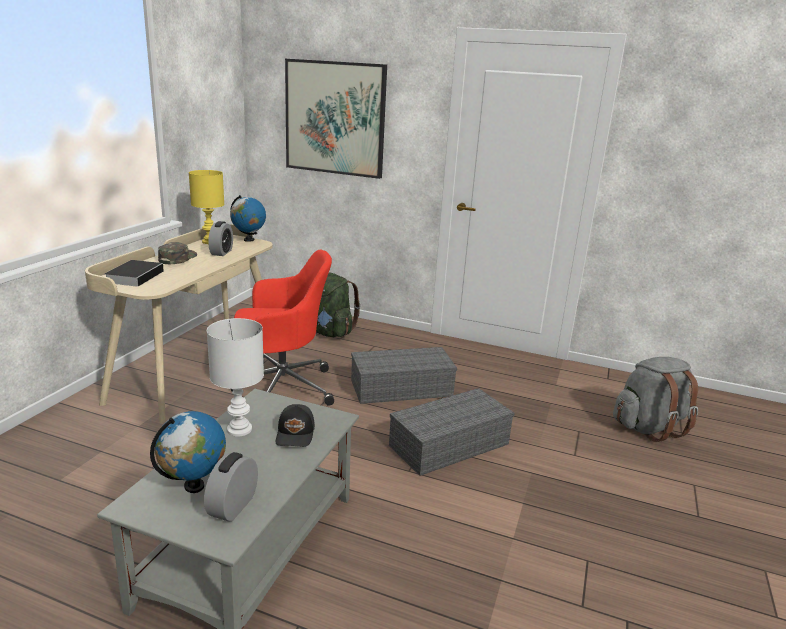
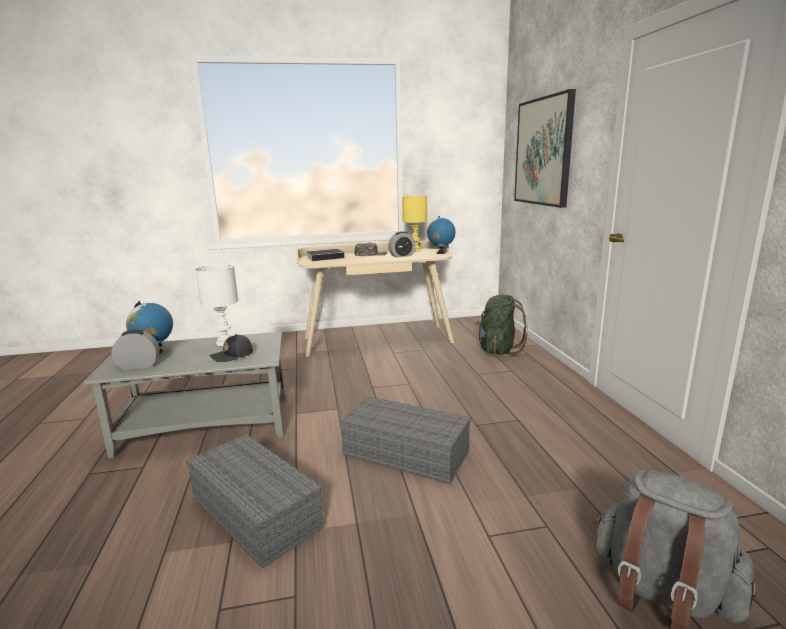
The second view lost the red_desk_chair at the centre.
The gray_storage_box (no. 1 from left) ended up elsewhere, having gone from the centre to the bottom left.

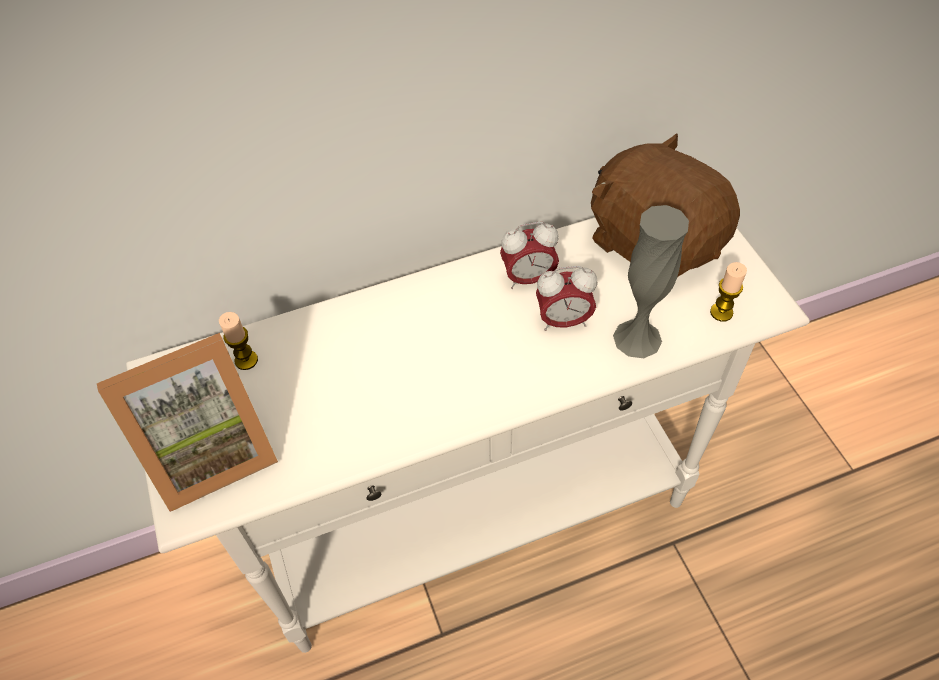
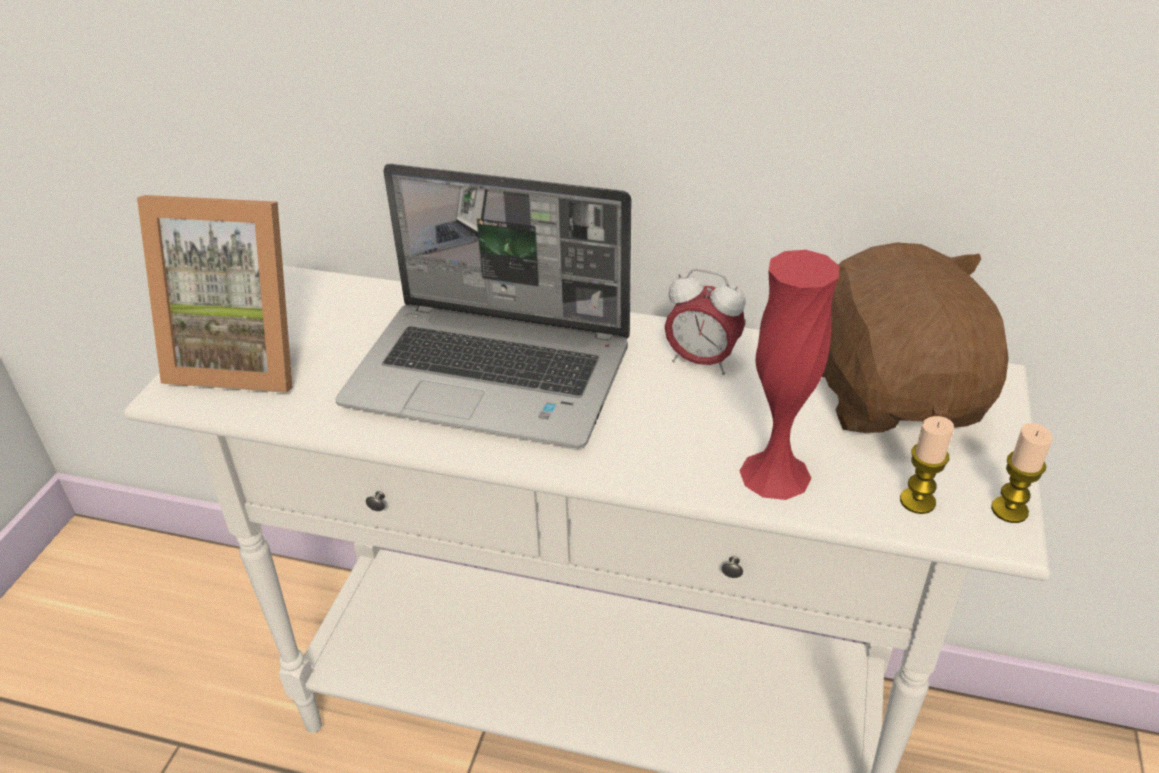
The wax_light (no. 1 from left in the first image) ended up elsewhere, having gone from the middle left to the middle right.
The second view lost the bedside_clock (no. 2 from left) at the centre.
What was the gray_flower_vase at the middle right turned into the red_flower_vase at the middle right.
The second view gained the notebook_computer at the centre.

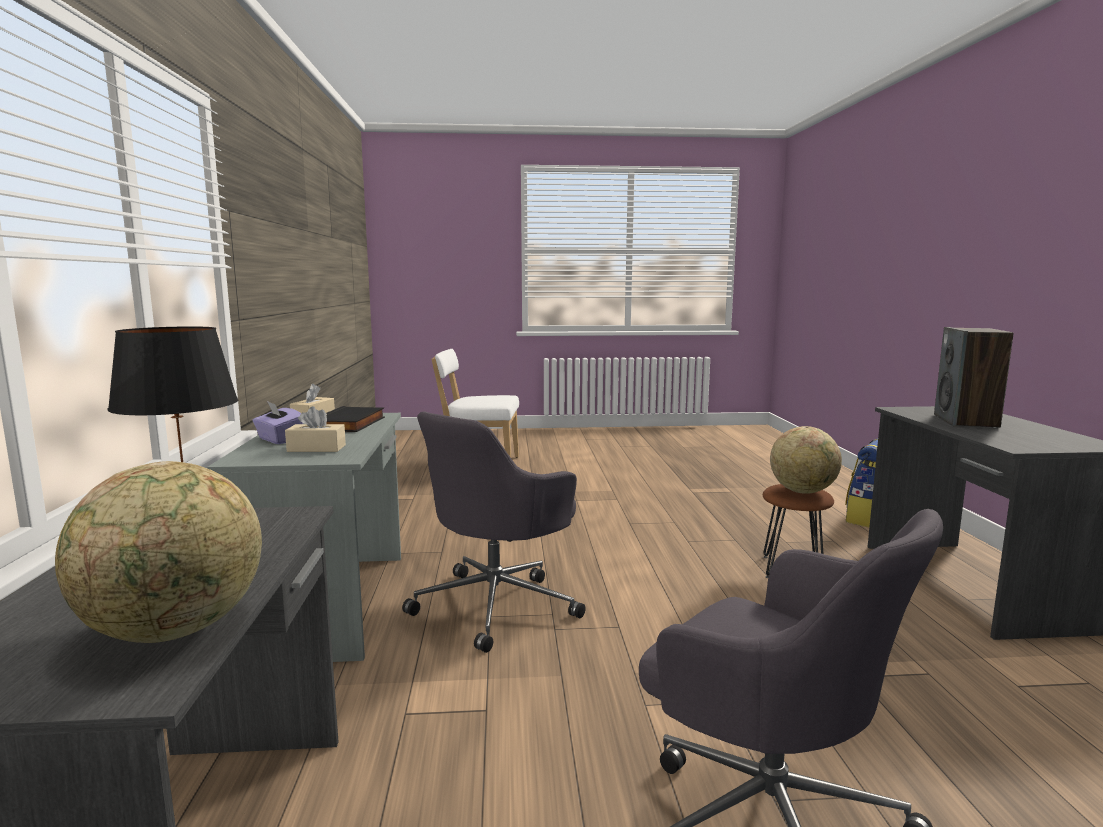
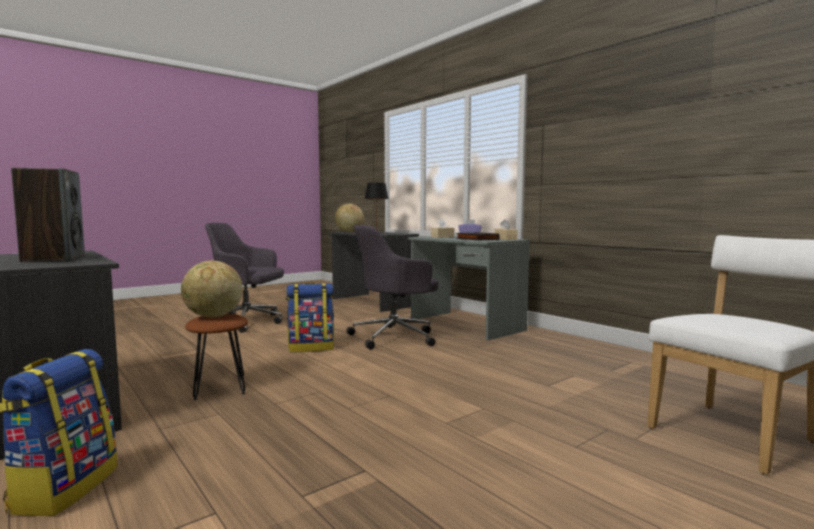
The gray_desk_chair (no. 1 from left in the first image) at the centre ended up facing another way, 120 degrees counterclockwise from before.
The second view gained the backpack (no. 2 from left) at the centre.

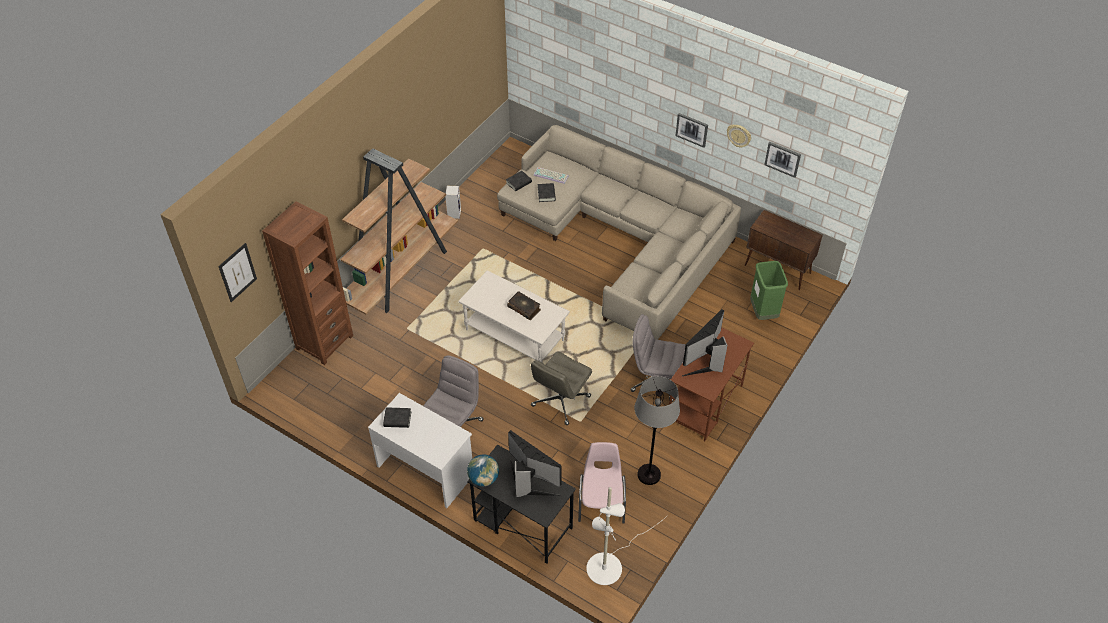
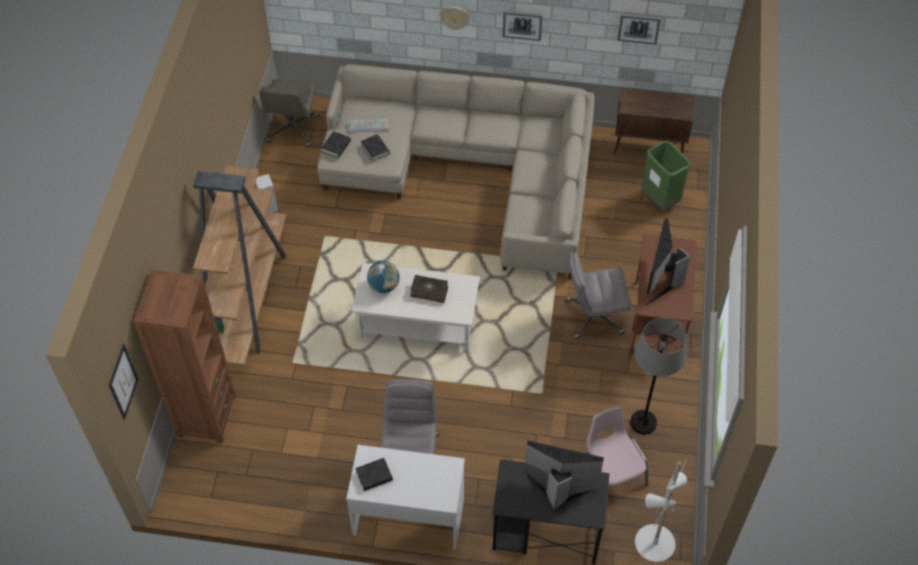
The world_globe ended up elsewhere, having gone from the bottom centre to the centre.
The gray_desk_chair (no. 2 from left in the first image) ended up elsewhere, having gone from the centre to the top left.
The hanging_clock ended up elsewhere, having gone from the top right to the top centre.

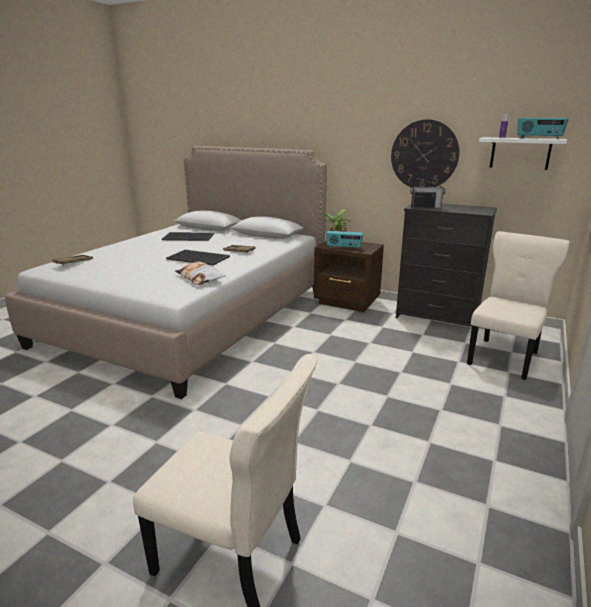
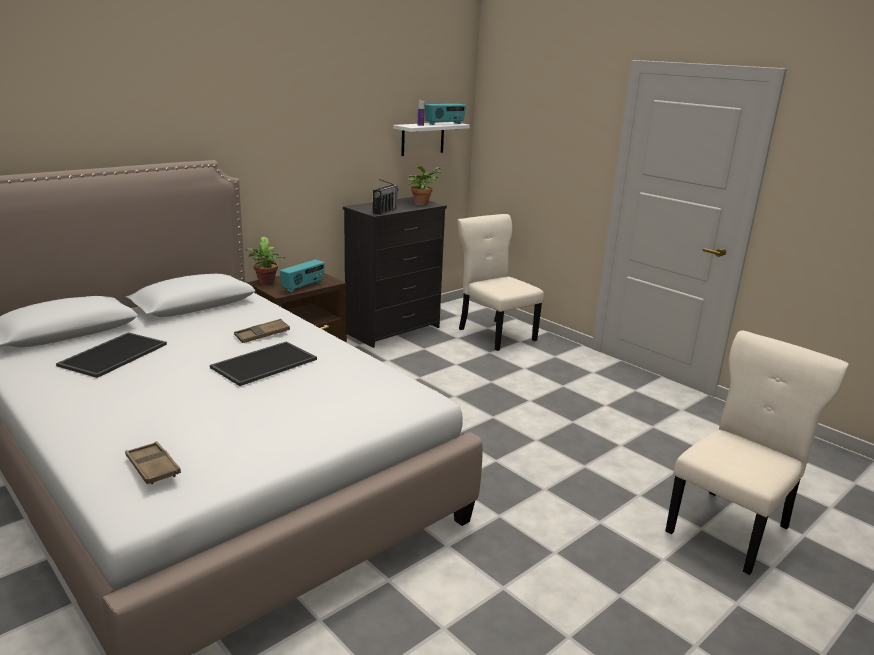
The second view lost the throw_pillow at the centre.
The second view lost the hanging_clock at the top right.
The second view gained the houseplant (no. 2 from left) at the top centre.

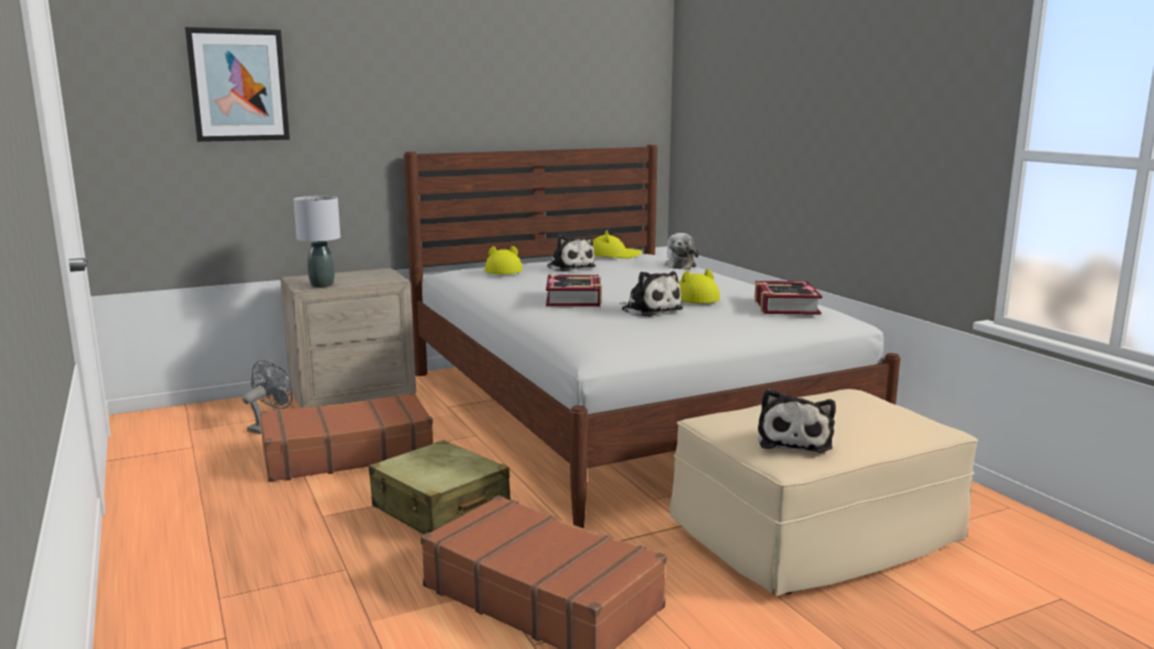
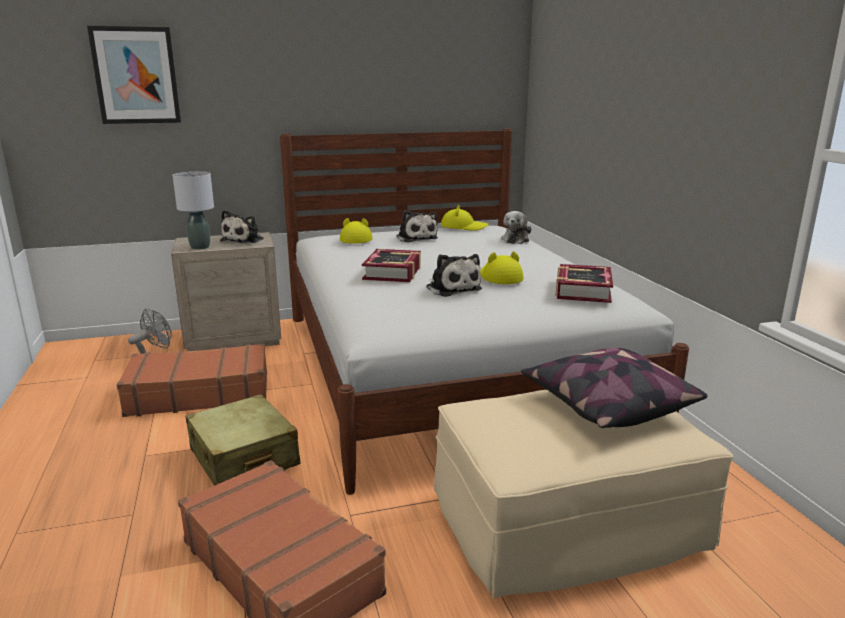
The plush_toy (no. 4 from left in the first image) ended up elsewhere, having gone from the middle right to the middle left.
The second view gained the throw_pillow at the middle right.

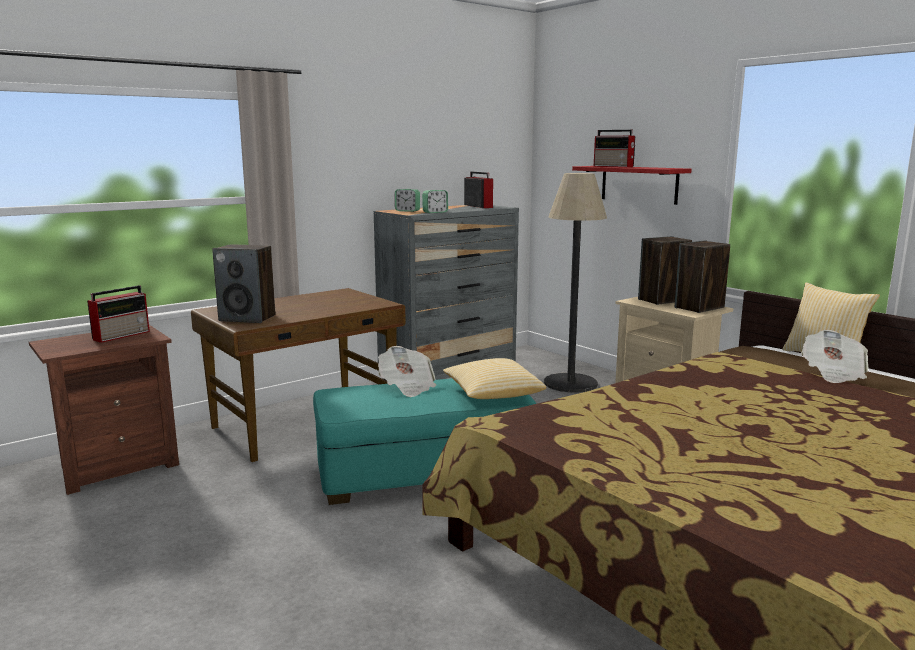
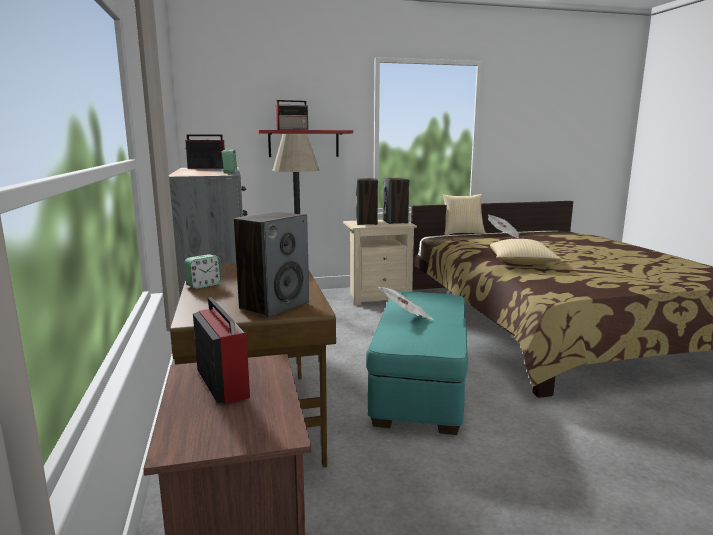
The bedside_clock (no. 1 from left) ended up elsewhere, having gone from the top centre to the middle left.
The throw_pillow (no. 1 from left in the first image) ended up elsewhere, having gone from the centre to the middle right.

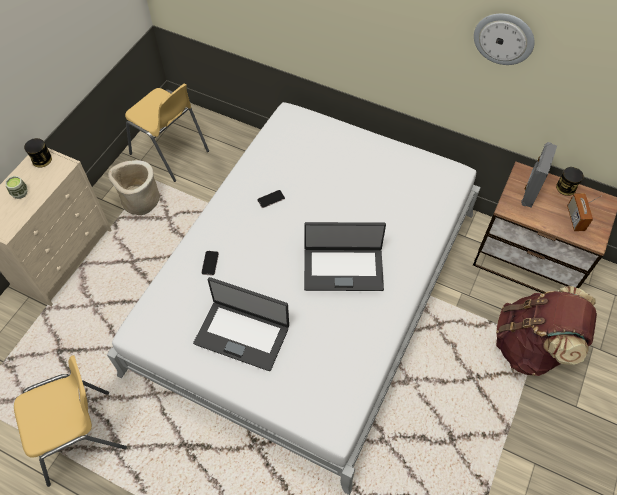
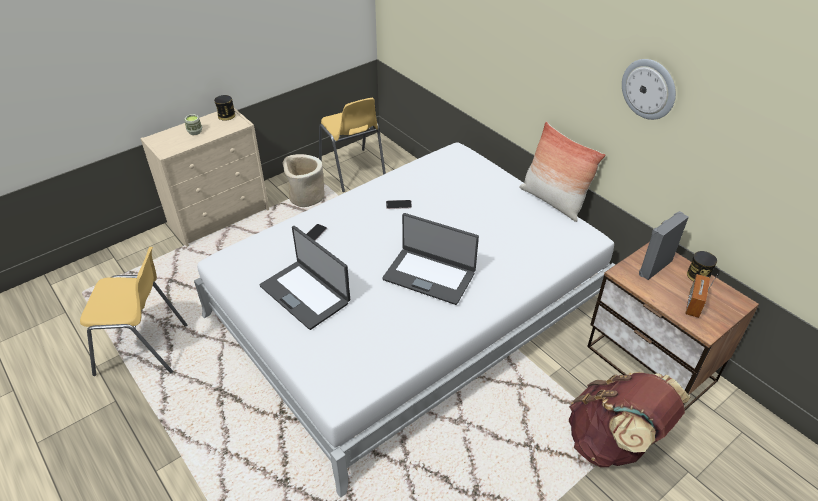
The second view gained the throw_pillow at the middle right.

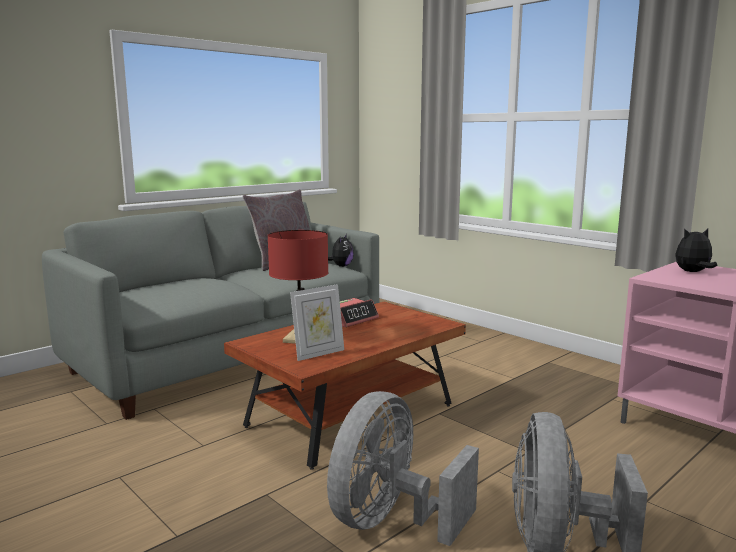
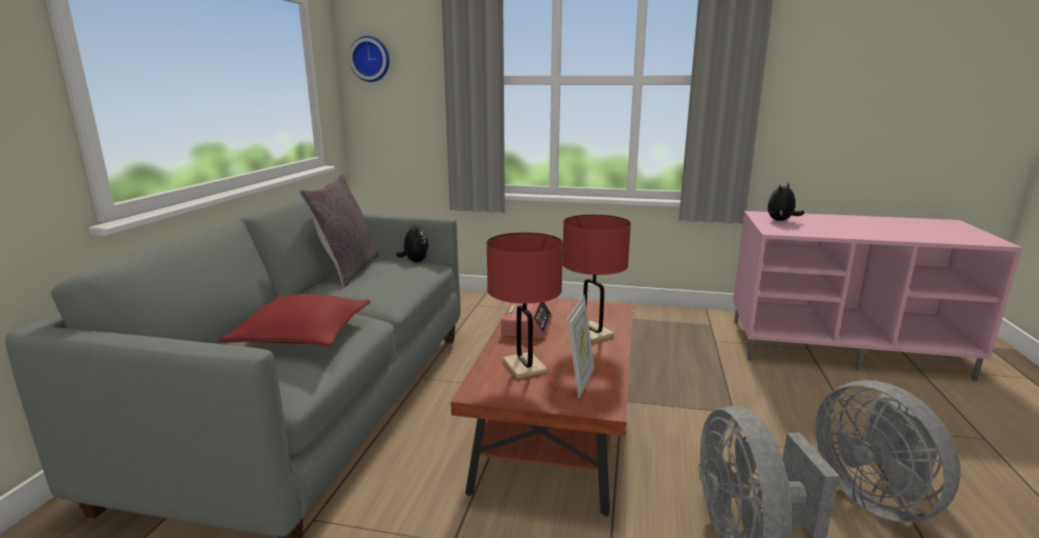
The second view gained the red_throw_pillow at the middle left.
The second view gained the hanging_clock at the top centre.
The second view gained the red_table_lamp (no. 2 from left) at the centre.

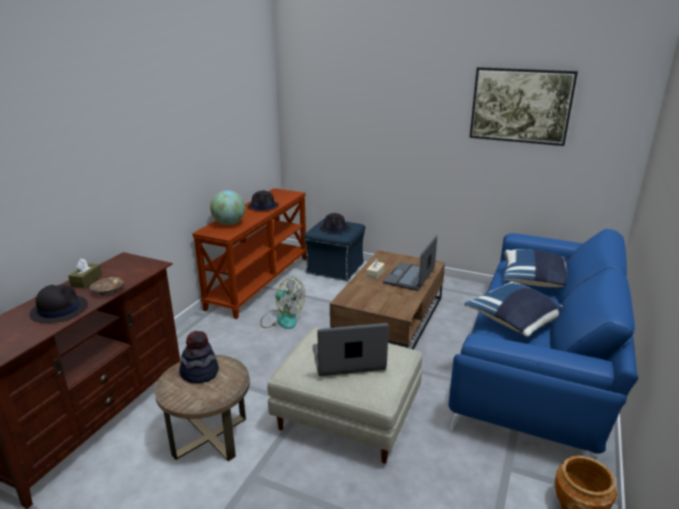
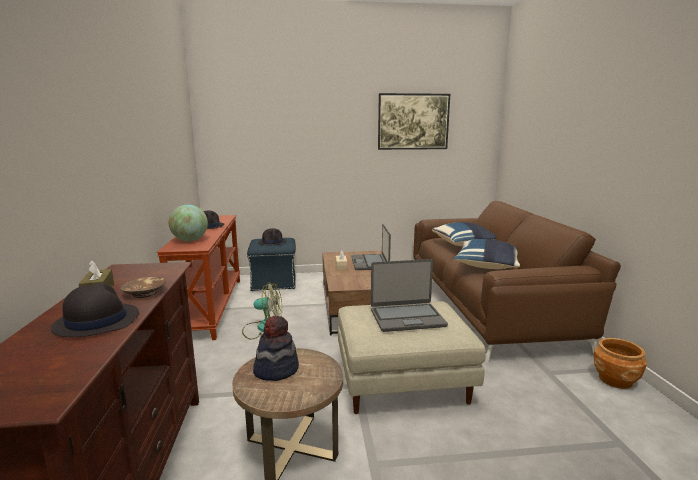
The notebook_computer (no. 1 from left in the first image) at the bottom centre ended up facing another way, 150 degrees counterclockwise from before.
What was the blue-coloured_sofa at the bottom right turned into the brown-coloured_sofa at the middle right.

